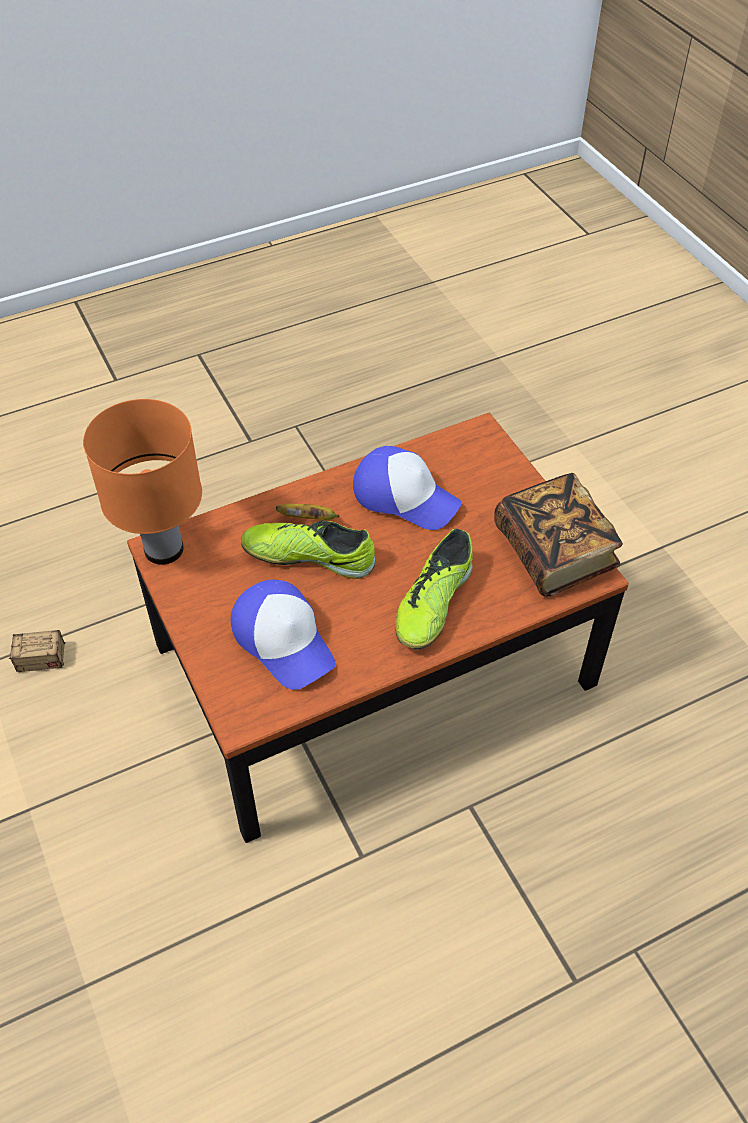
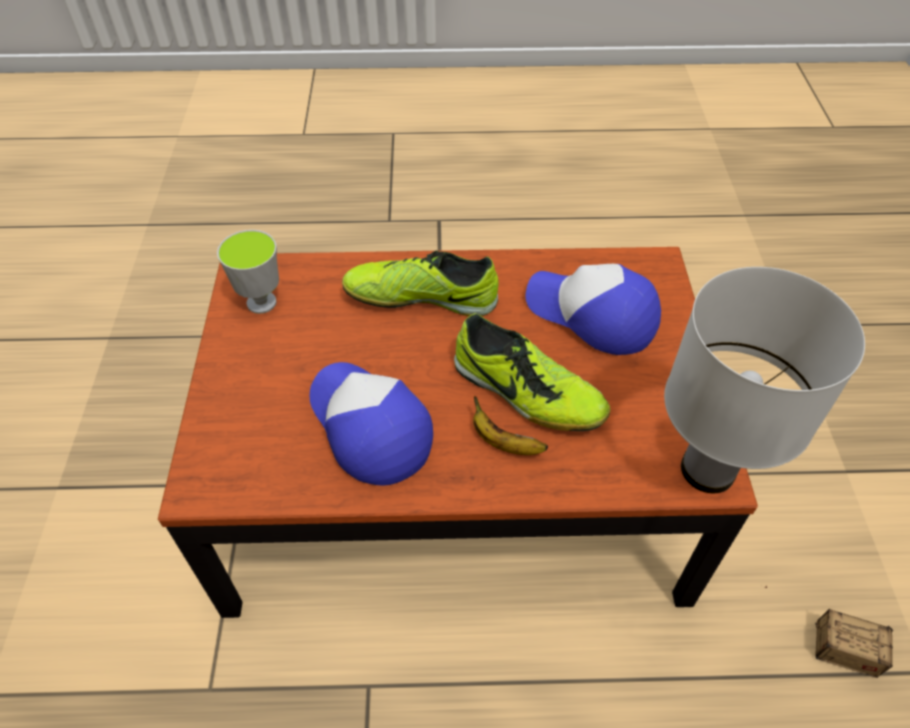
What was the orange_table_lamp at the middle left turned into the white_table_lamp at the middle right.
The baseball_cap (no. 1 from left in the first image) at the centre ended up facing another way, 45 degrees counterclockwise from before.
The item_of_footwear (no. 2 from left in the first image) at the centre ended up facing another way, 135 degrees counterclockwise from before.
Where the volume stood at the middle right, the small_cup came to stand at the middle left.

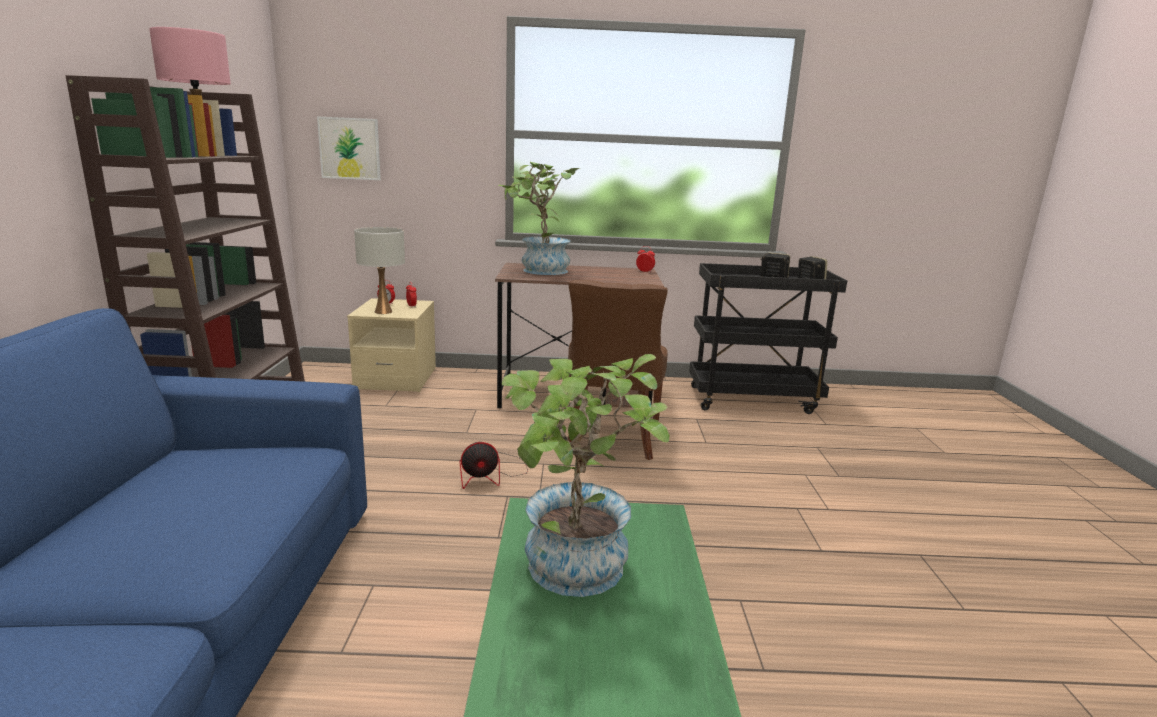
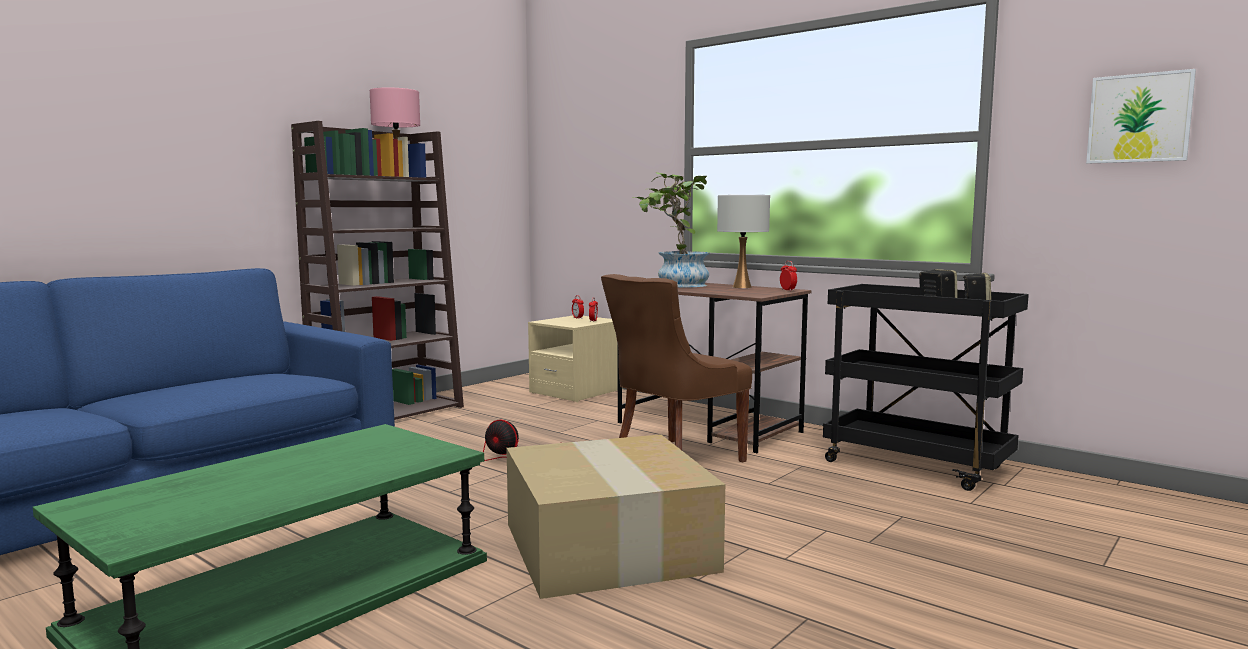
The wall_picture ended up elsewhere, having gone from the top left to the top right.
The white_table_lamp ended up elsewhere, having gone from the middle left to the centre.
The second view lost the houseplant (no. 2 from left) at the centre.
The second view gained the packing_box at the bottom centre.

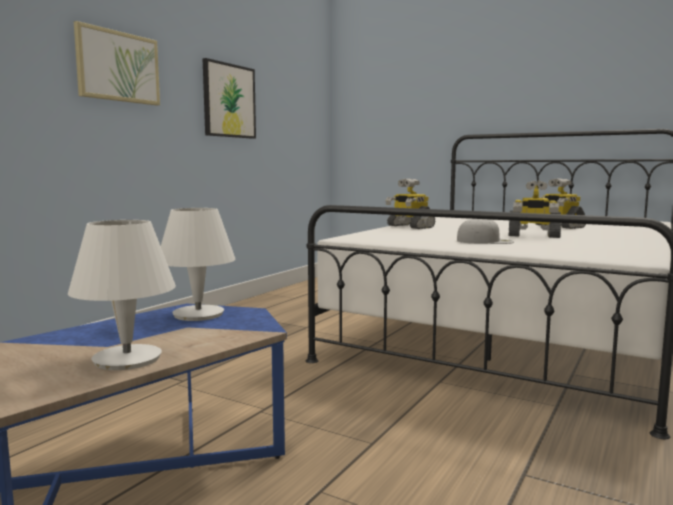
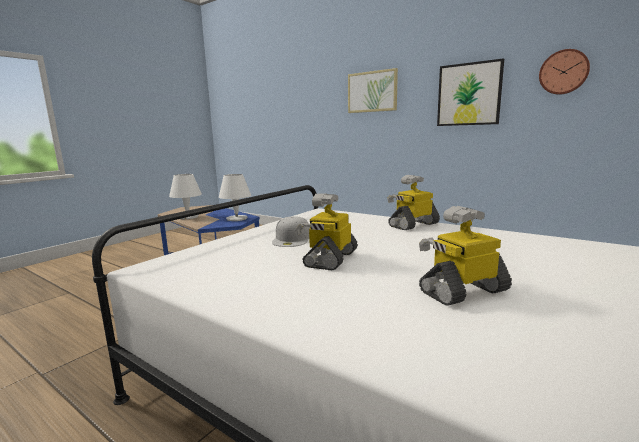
The second view gained the hanging_clock at the top right.

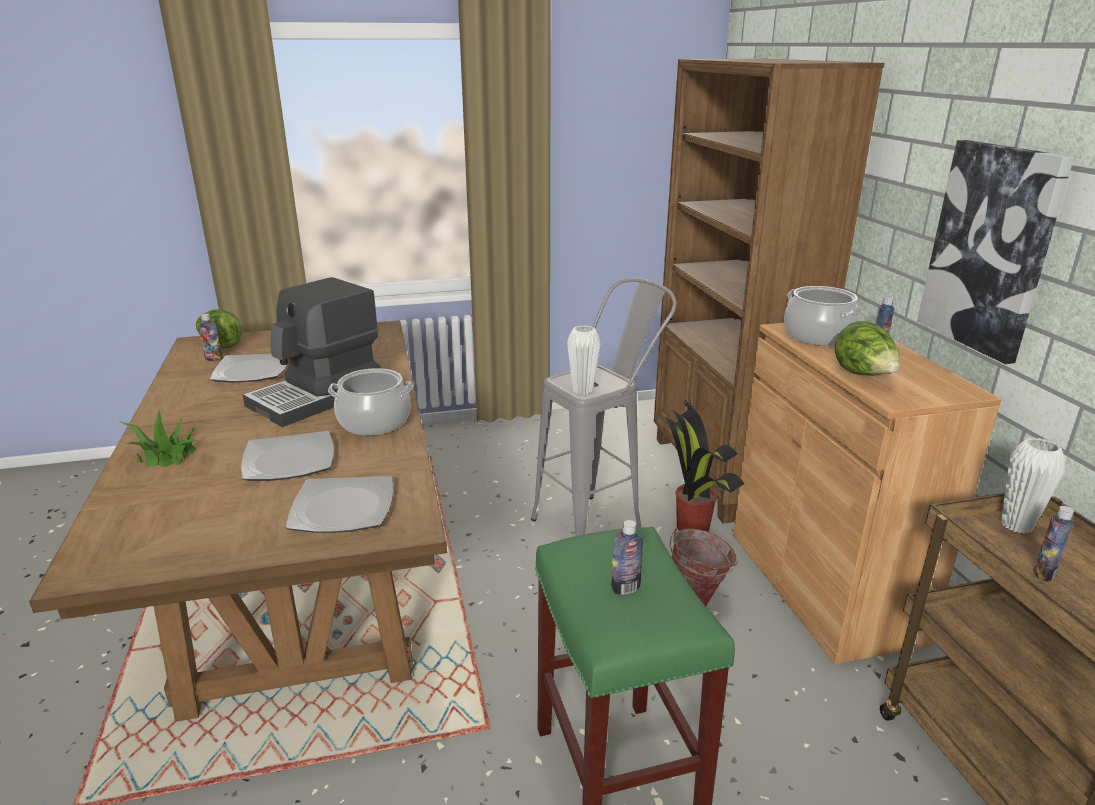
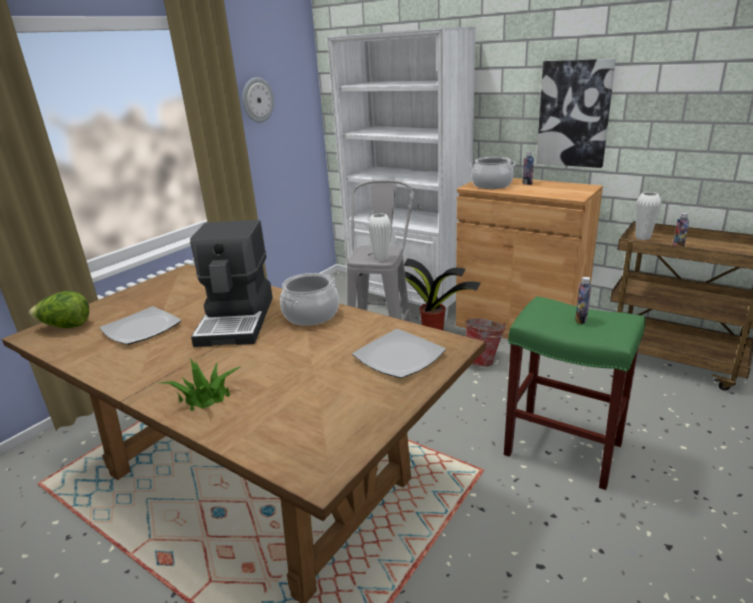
The second view lost the bottle (no. 1 from left) at the middle left.
The second view lost the flat_dish (no. 2 from left) at the middle left.
What was the brown-coloured_bookshelf at the middle right turned into the white_bookshelf at the top centre.
The second view lost the lettuce (no. 2 from left) at the middle right.
The second view gained the hanging_clock at the top centre.

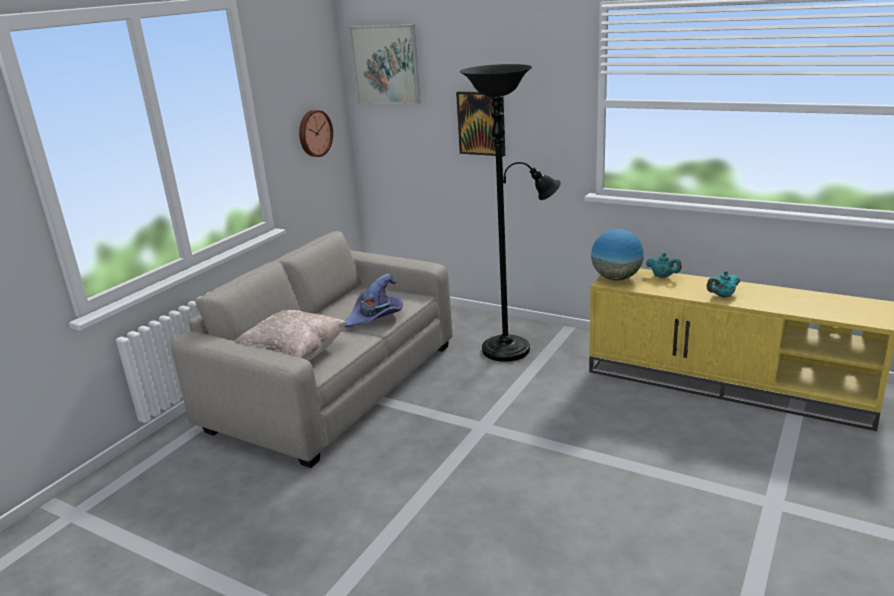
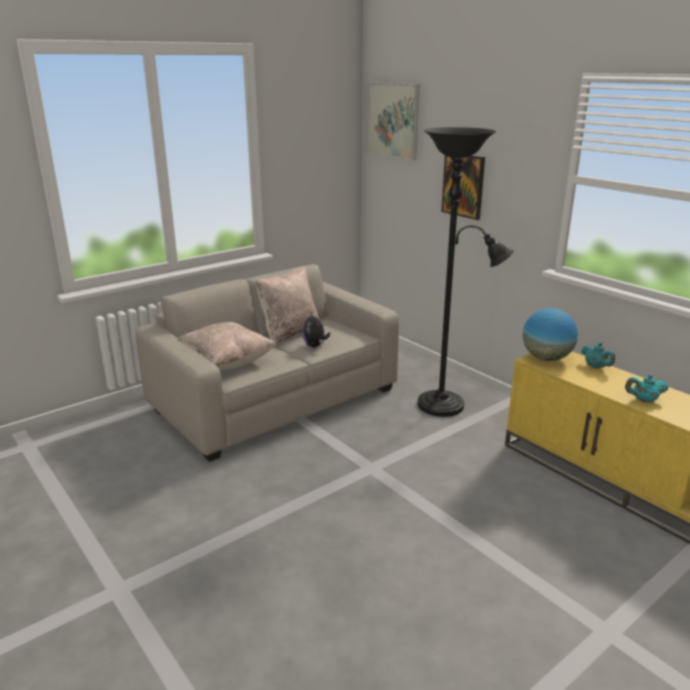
The second view lost the hanging_clock at the top centre.
Where the purplish_wearable_hat stood at the centre, the plush_toy came to stand at the centre.
The second view gained the beige_throw_pillow (no. 2 from left) at the centre.

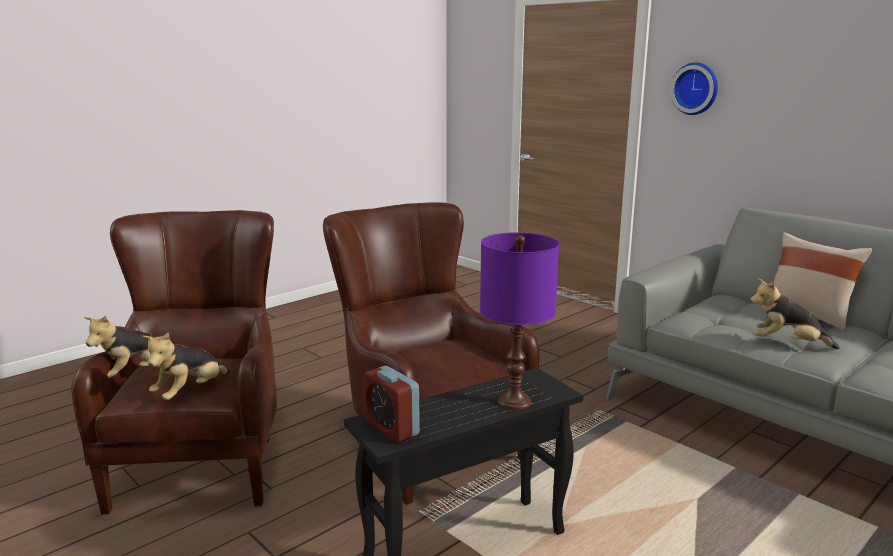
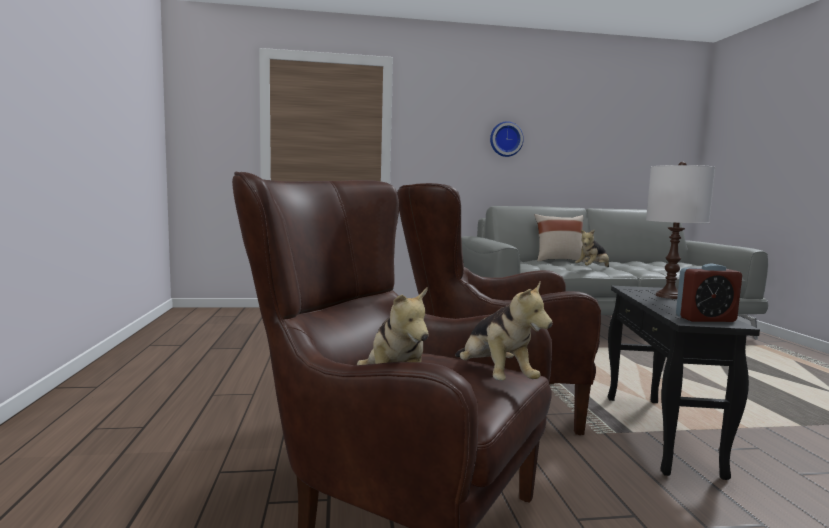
What was the purplish_table_lamp at the centre turned into the white_table_lamp at the middle right.
The hanging_clock ended up elsewhere, having gone from the top right to the top centre.

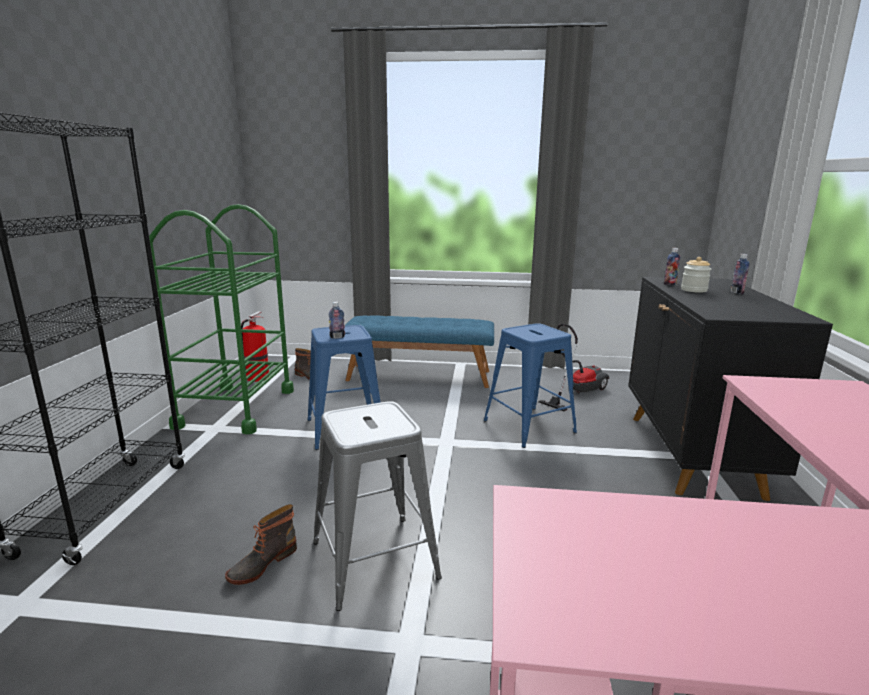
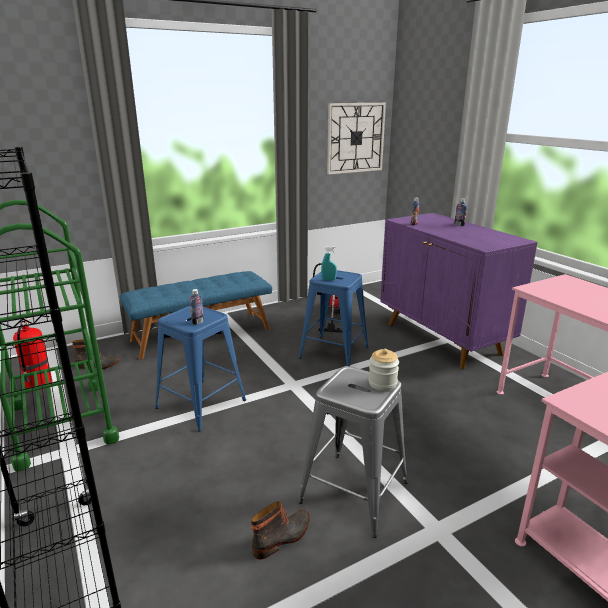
The boot (no. 1 from left in the first image) at the bottom left ended up facing another way, 135 degrees counterclockwise from before.
What was the black_storage_cabinet at the middle right turned into the purplish_storage_cabinet at the middle right.
The preserve_jar ended up elsewhere, having gone from the middle right to the centre.
The second view gained the turquoise-coloured_spray_bottle at the centre.
The second view gained the hanging_clock at the top centre.

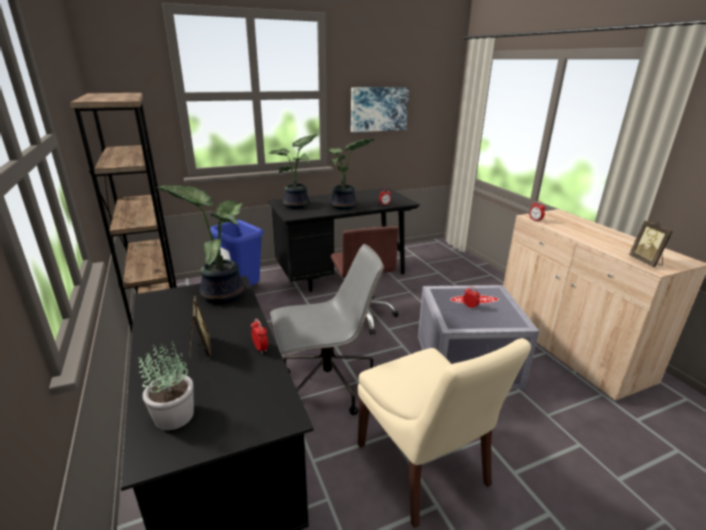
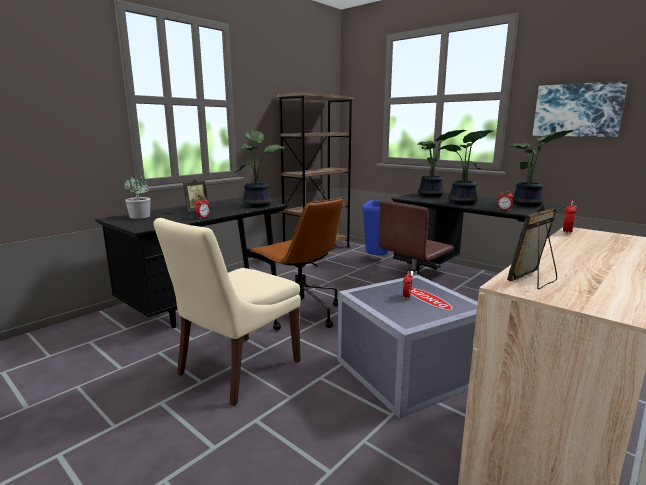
What was the gray_desk_chair at the centre turned into the brown-coloured_desk_chair (no. 1 from left) at the centre.
The second view gained the houseplant (no. 5 from left) at the middle right.

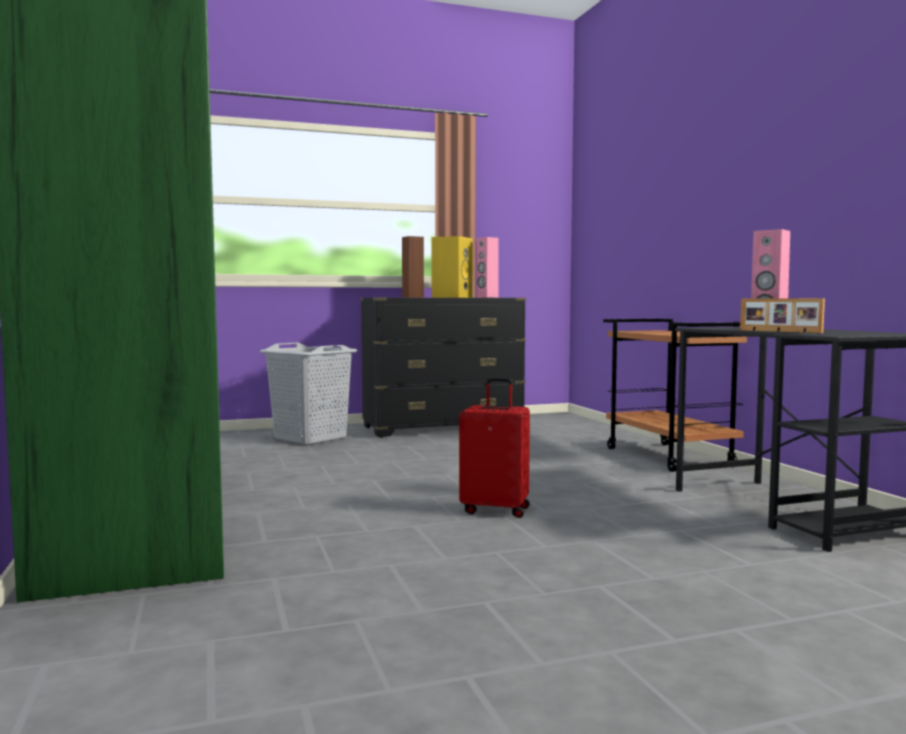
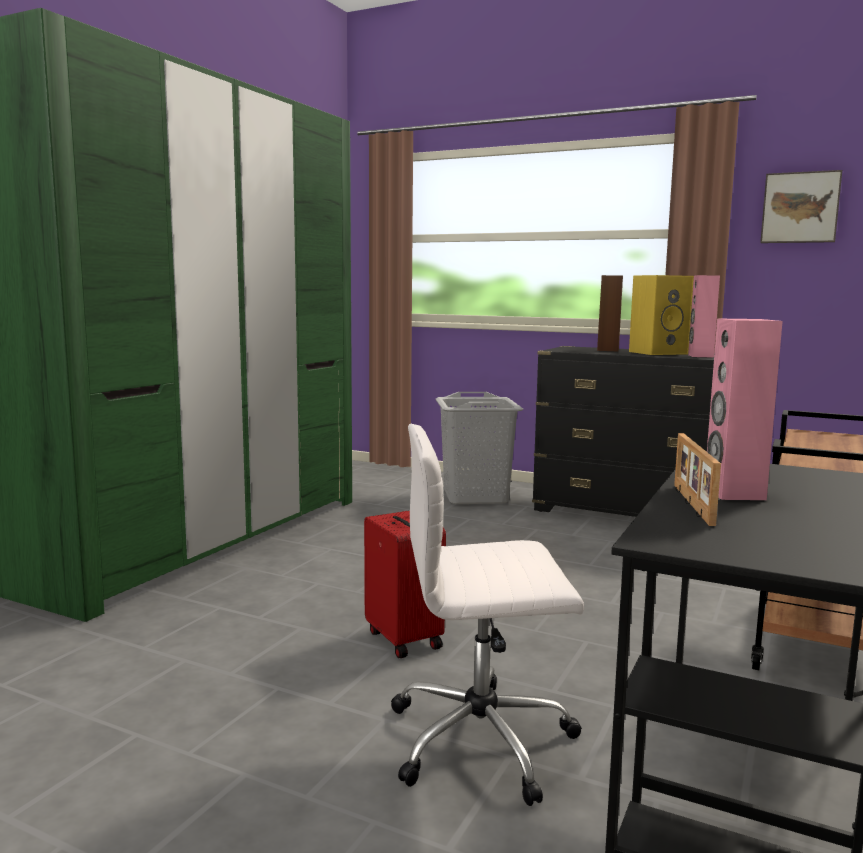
The second view gained the white_desk_chair at the bottom centre.
The second view gained the wall_picture at the top right.

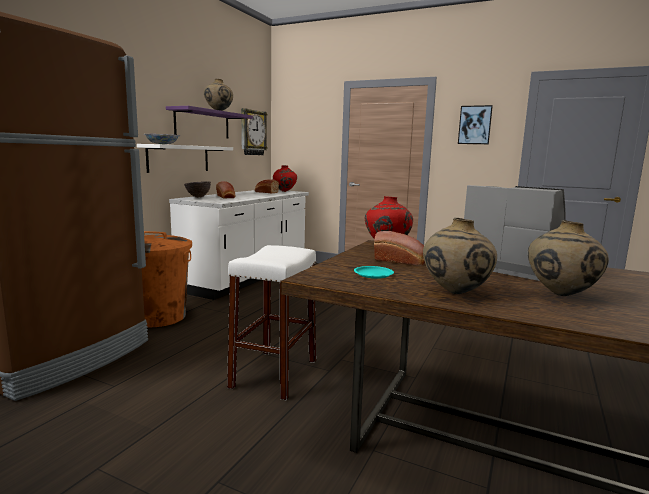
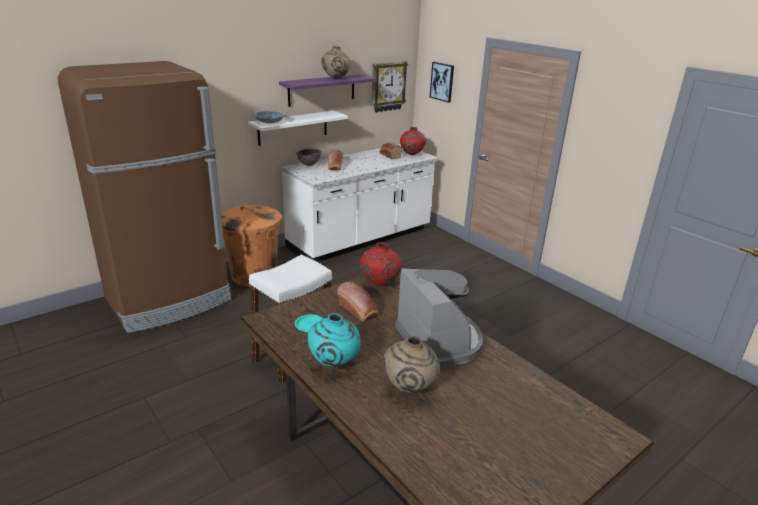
What was the beige_flower_vase (no. 2 from left) at the middle right turned into the turquoise-coloured_flower_vase at the bottom centre.
The wall_picture ended up elsewhere, having gone from the top right to the top centre.

